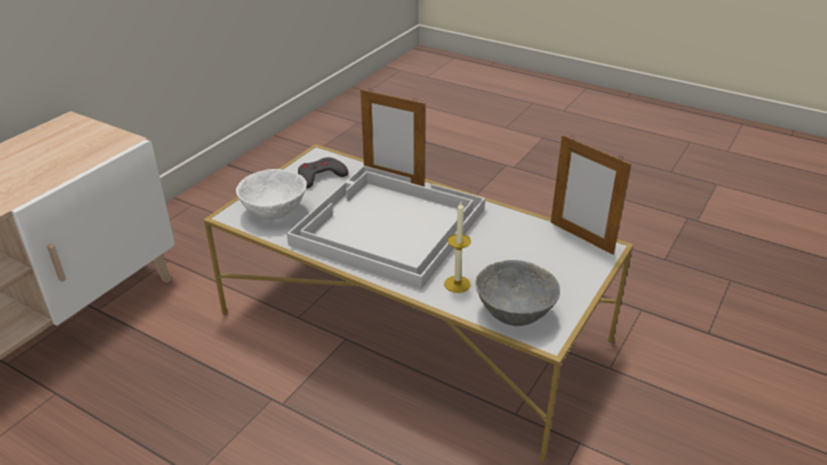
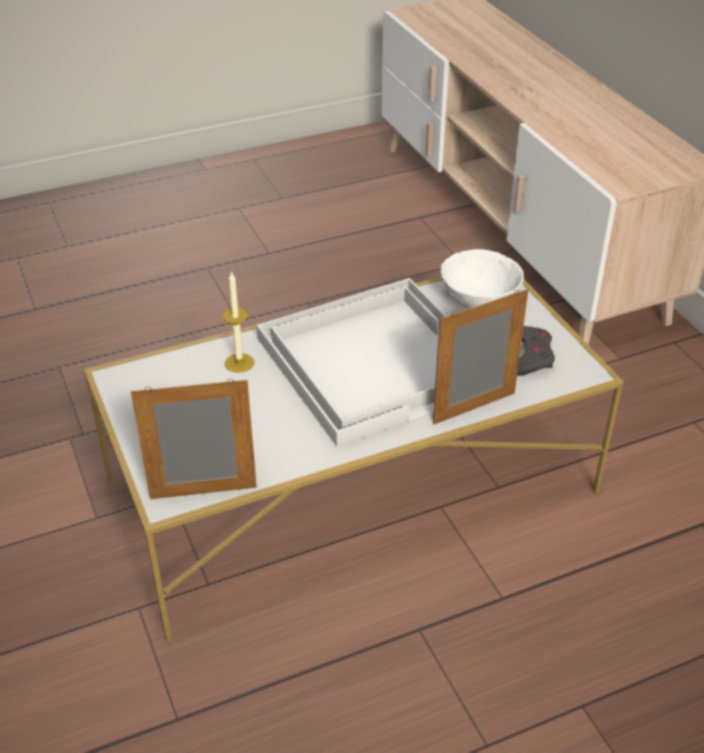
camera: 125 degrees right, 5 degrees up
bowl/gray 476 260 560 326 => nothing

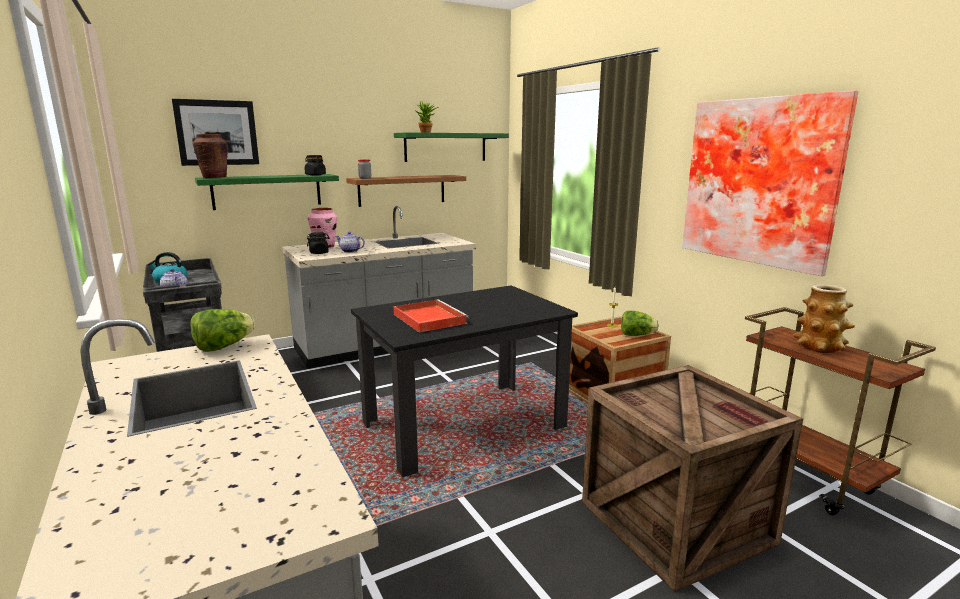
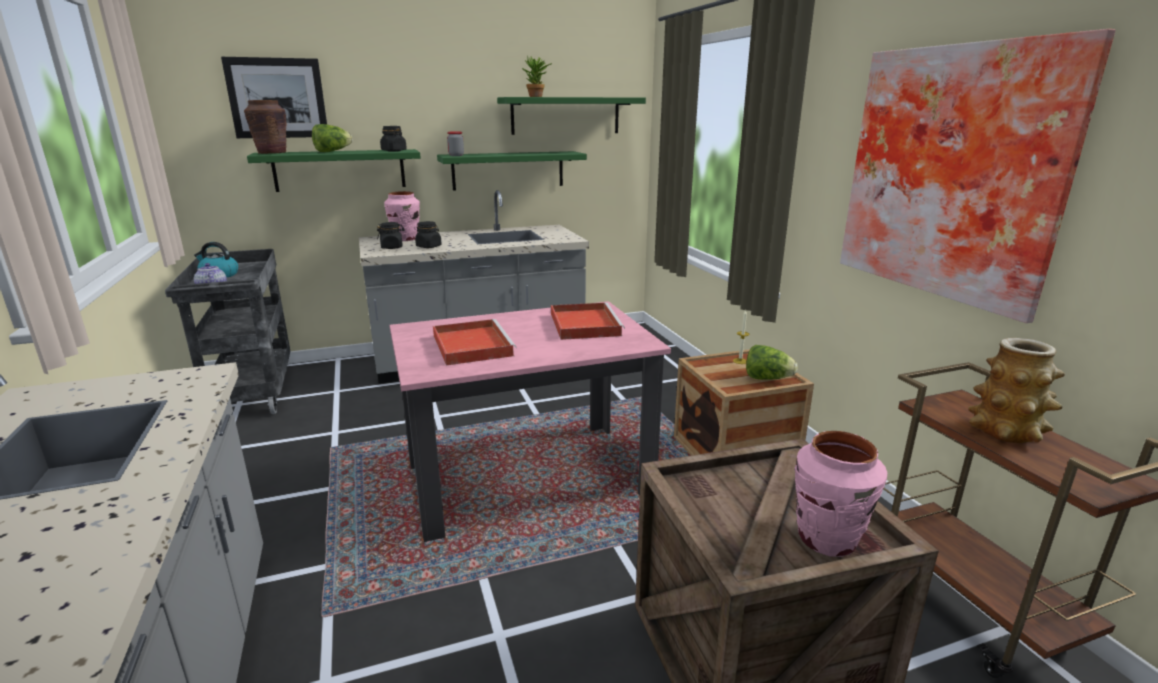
camera: 10 degrees right, 5 degrees up
lettuce 191 309 255 352 => lettuce 312 124 352 152, shifted
tea pot 335 232 365 253 => jar/black 415 221 442 248
wall shelf/brown-coloured 346 175 466 207 => wall shelf/greenish 437 151 587 191
dinner table/black 351 285 578 477 => dinner table/pink-coloured 389 301 671 542
nothing => serving tray/red 551 302 625 340
nothing => vase/pink-coloured 794 431 887 557

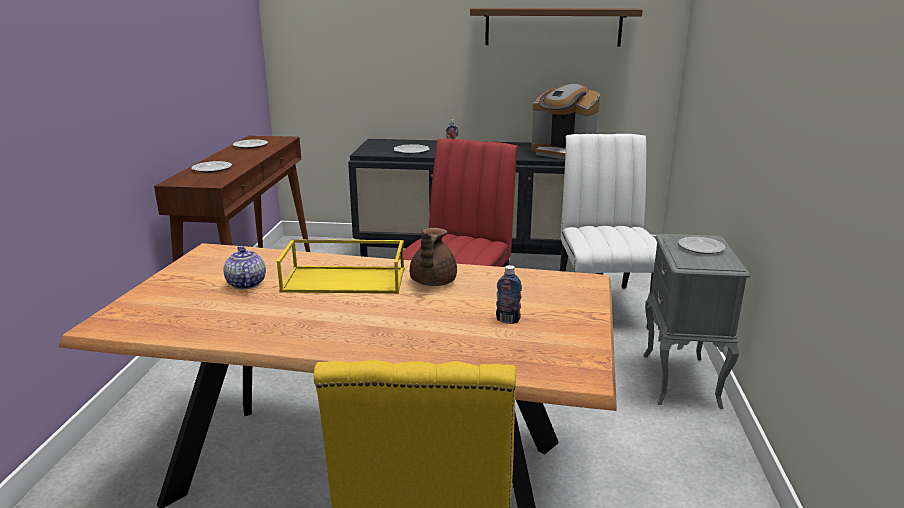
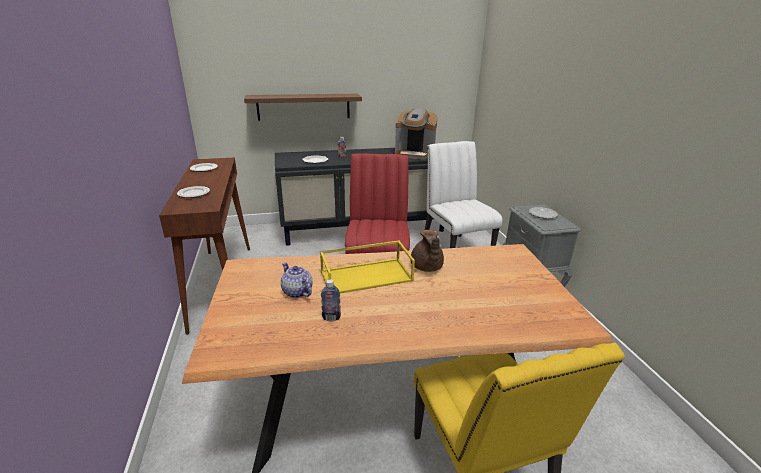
camera: 20 degrees left, 5 degrees up
wall shelf/brown-coloured 470 8 643 46 => wall shelf/brown-coloured 244 94 362 121, shifted
bottle 496 265 522 324 => bottle 321 279 341 321, shifted

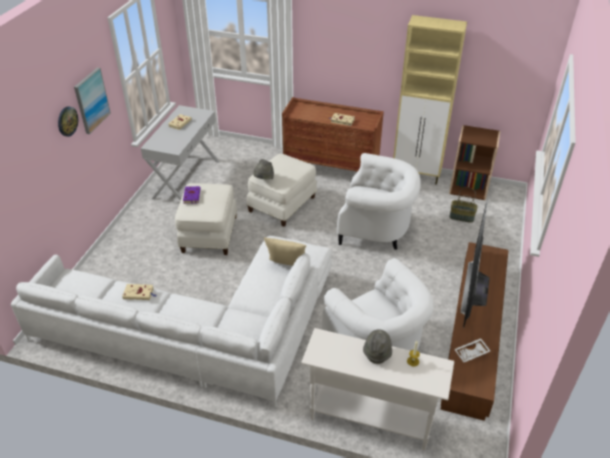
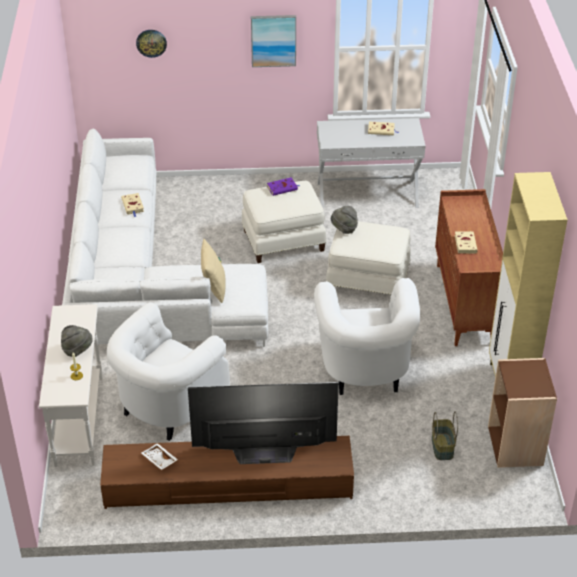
camera: 70 degrees right, 0 degrees up
hanging clock 58 106 78 137 => hanging clock 136 30 167 58, shifted

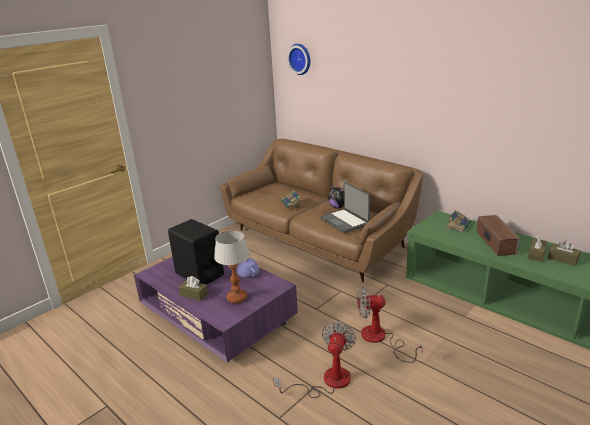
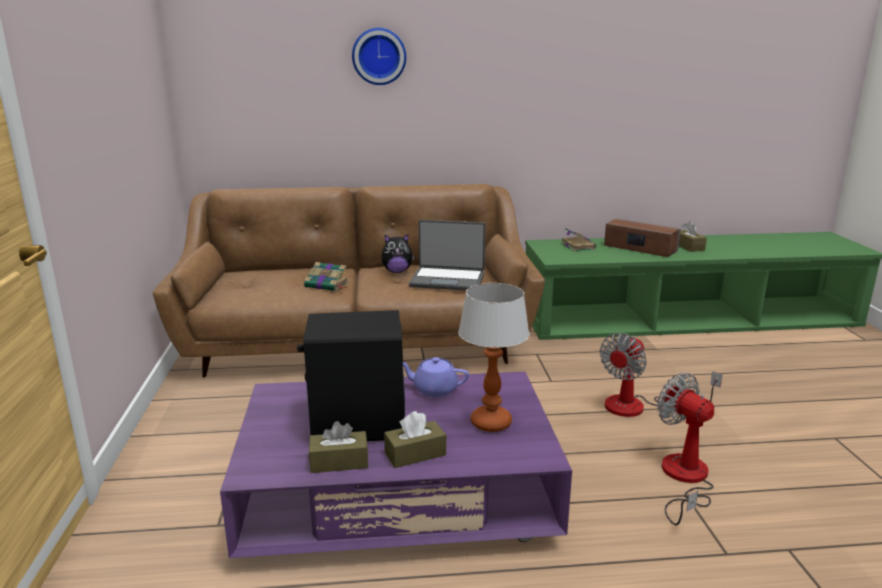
camera: 50 degrees left, 5 degrees down
hanging clock 287 44 310 75 => hanging clock 352 28 406 85, shifted
tissue holder/brown-coloured 548 240 581 266 => tissue holder/brown-coloured 309 421 368 473, shifted

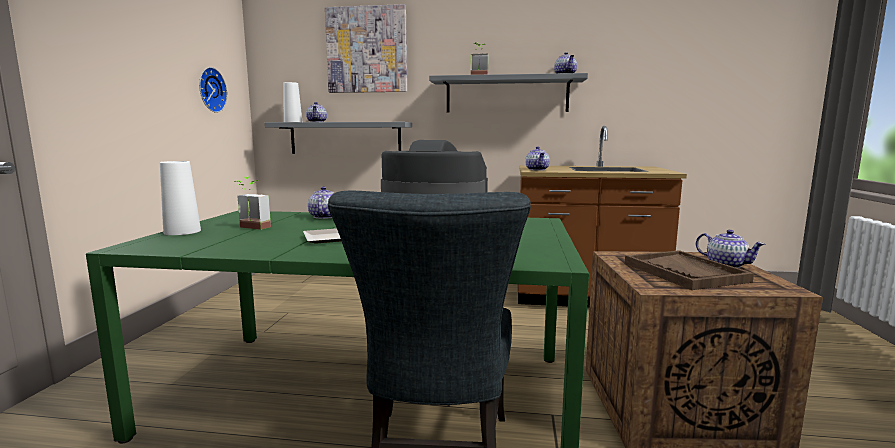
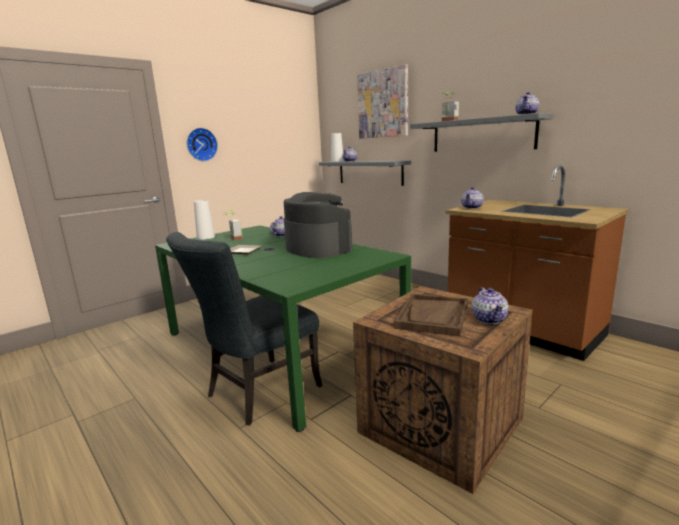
camera: 40 degrees right, 5 degrees up
hanging clock 199 67 227 113 => hanging clock 187 128 218 161, shifted

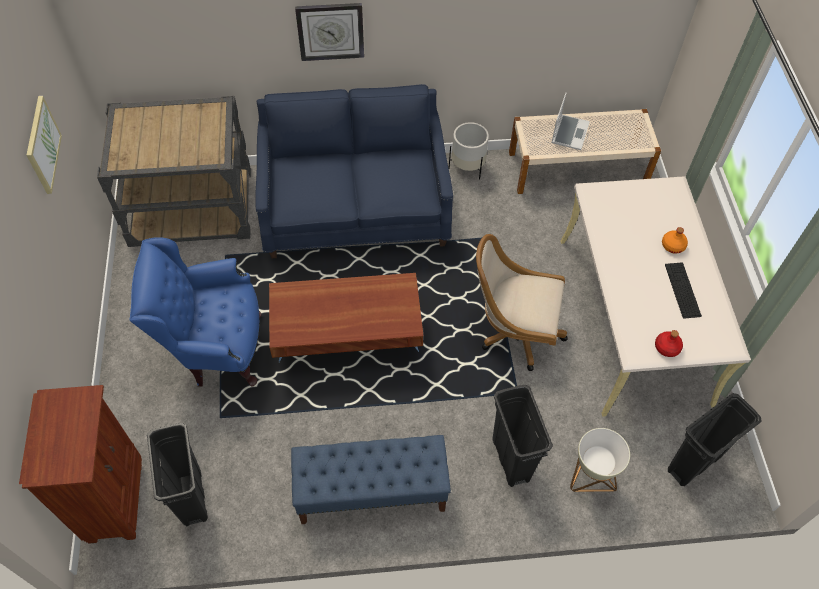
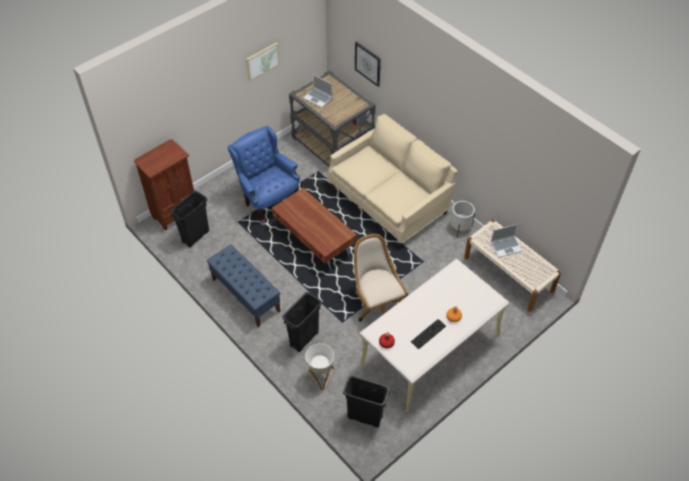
camera: 55 degrees right, 5 degrees down
settee/blue 255 84 453 258 => settee/beige-coloured 327 114 458 247
hanging clock 295 3 364 61 => hanging clock 355 41 381 87, shifted
nothing => laptop 303 75 333 108

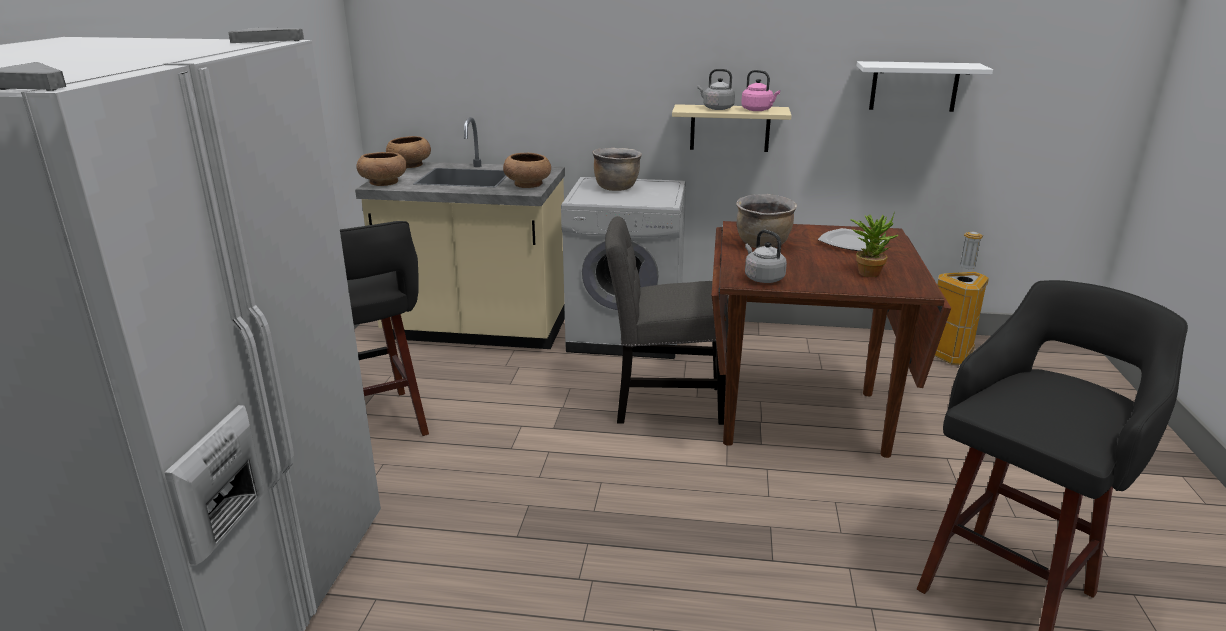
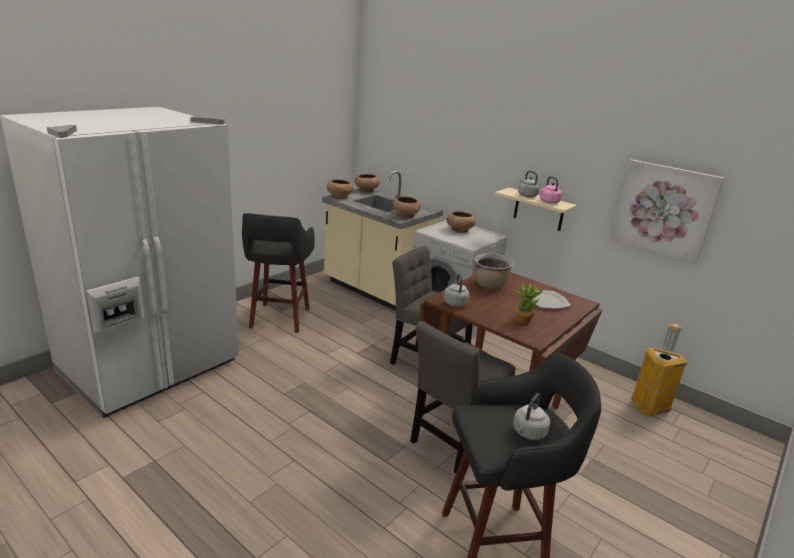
camera: 30 degrees right, 0 degrees up
cooking pot/brown-coloured 592 148 642 191 => bowl/brown-coloured 447 211 476 233
wall shelf/whitish 857 61 993 112 => wall art 610 159 724 264
nothing => upright chair/gray 410 321 515 473
nothing => water kettle/gray 513 393 550 440

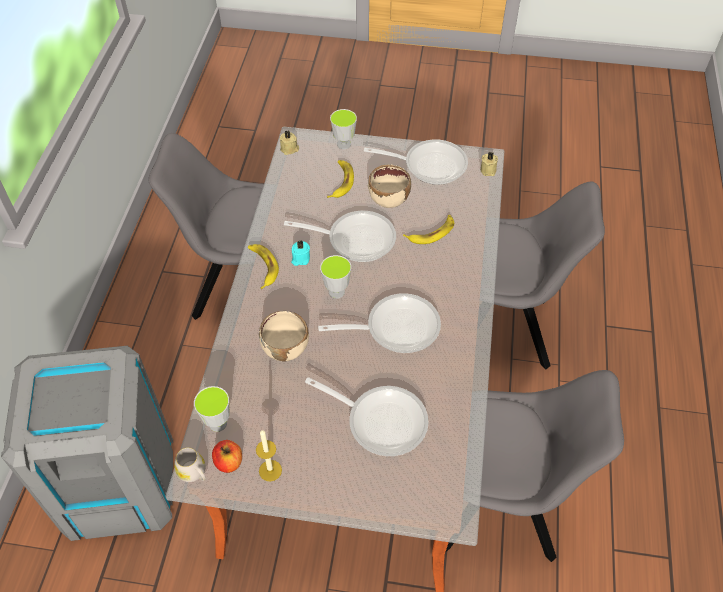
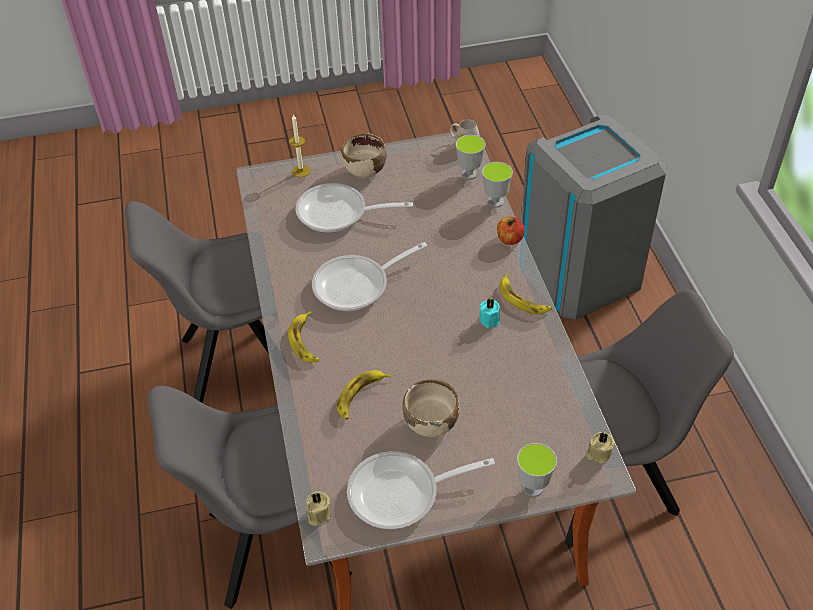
camera: 160 degrees right, 5 degrees down
apple fruit 212 440 242 473 => apple fruit 497 217 525 245, shifted
candle 256 430 282 481 => candle 289 114 311 177, shifted
bowl/beige-coloured 259 311 309 361 => bowl/beige-coloured 341 133 386 178, shifted
skillet 284 211 396 262 => nothing
drinking cup 320 255 351 299 => drinking cup 482 162 513 207, shifted
banana 327 160 354 198 => banana 288 311 319 362, shifted

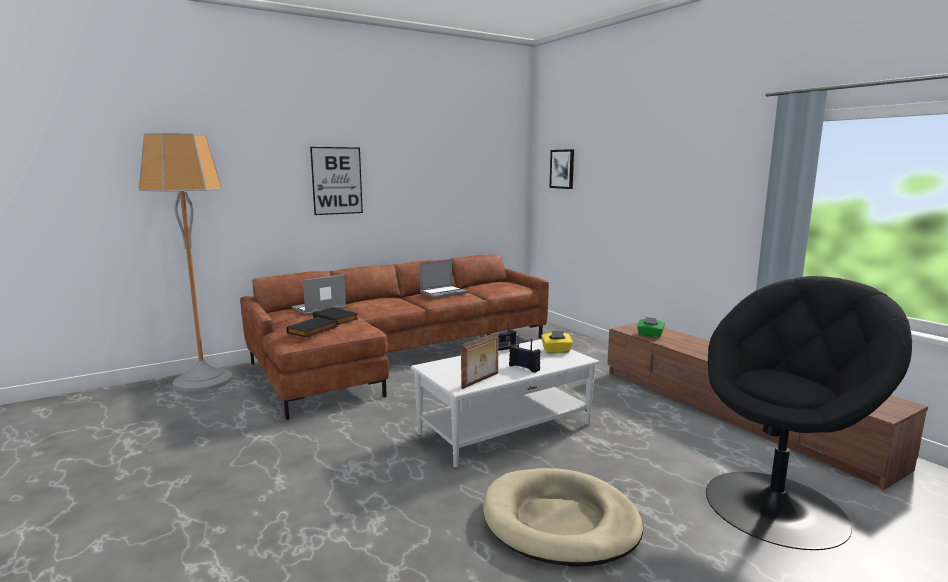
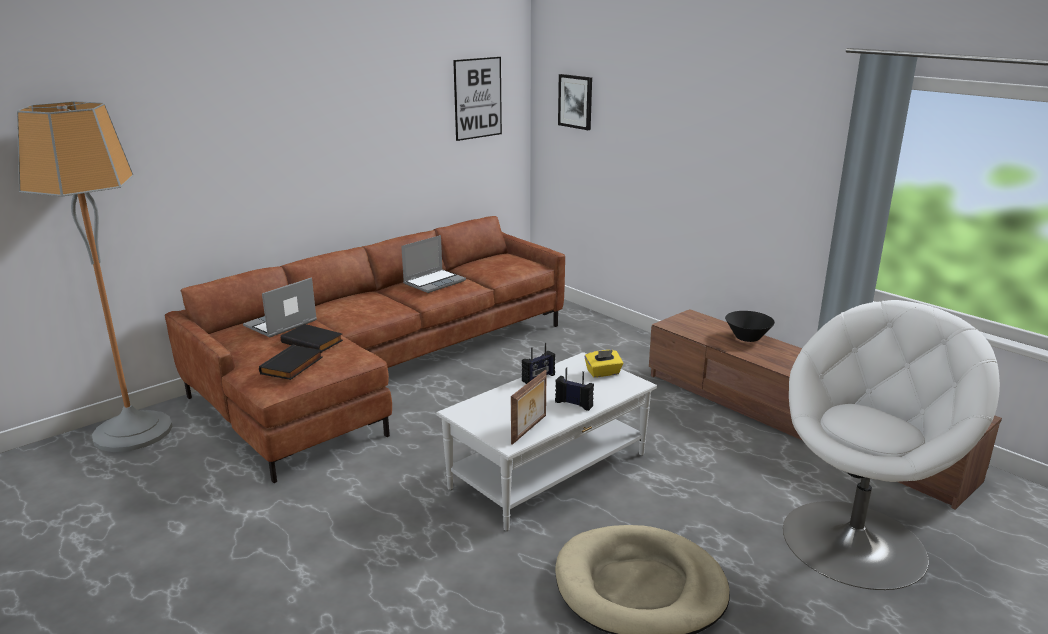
camera: 10 degrees left, 10 degrees up
wall art 310 147 363 215 => wall art 453 57 502 141, shifted
tissue holder/greenish 637 317 665 338 => nothing
lounge chair/black 706 276 912 550 => lounge chair/whitish 783 300 1000 590
nothing => bowl/black 725 311 775 342

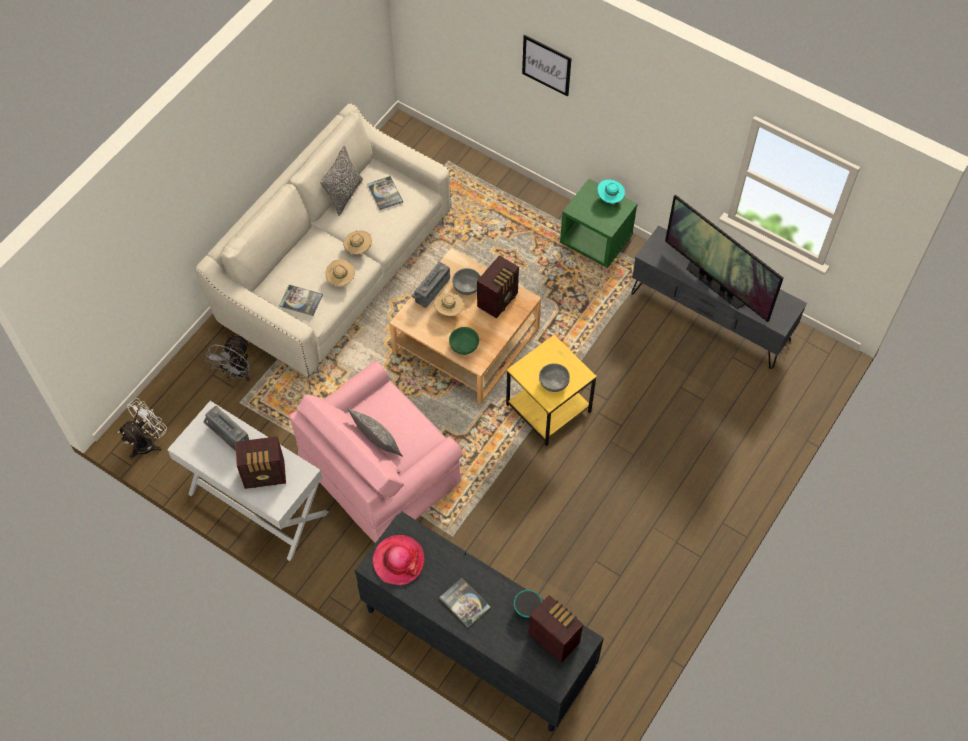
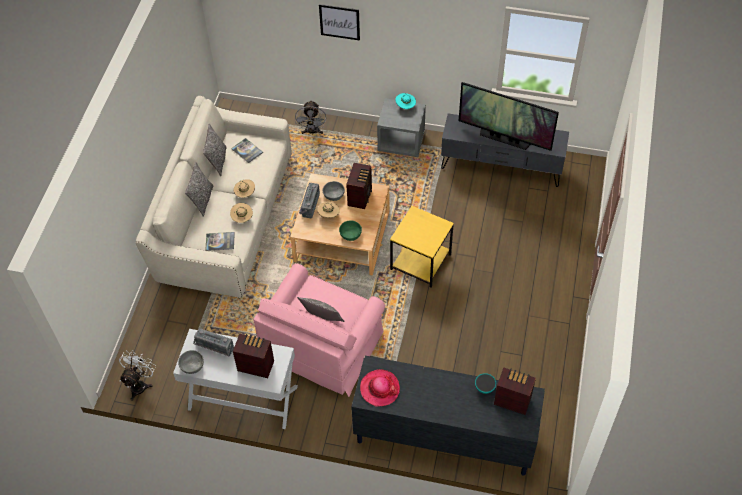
camera: 20 degrees left, 5 degrees down
electric fan/gray 205 334 250 382 => electric fan/gray 295 100 326 134, shifted
radio receiver 235 436 286 489 => radio receiver 233 334 274 378, 135 degrees counterclockwise
volume 439 578 490 628 => nothing
bowl/gray 539 363 570 392 => bowl/gray 178 350 204 374, shifted
bedside table/greenish 560 179 638 268 => bedside table/gray 377 98 426 157
nothing => throw pillow 185 162 213 217

